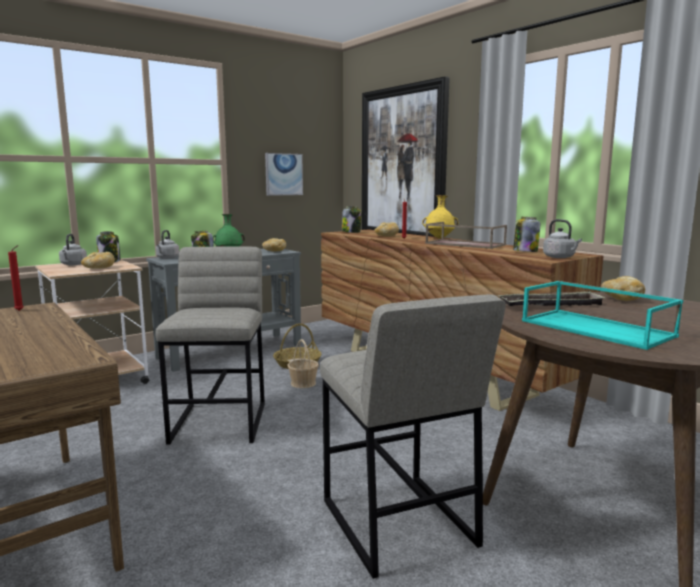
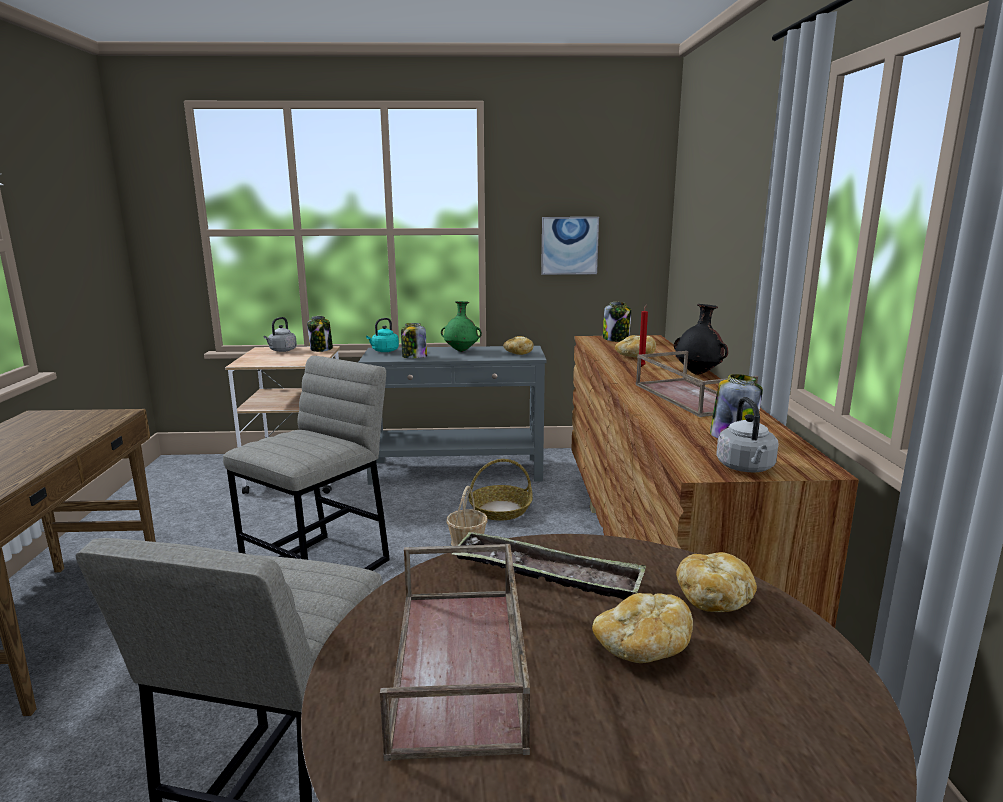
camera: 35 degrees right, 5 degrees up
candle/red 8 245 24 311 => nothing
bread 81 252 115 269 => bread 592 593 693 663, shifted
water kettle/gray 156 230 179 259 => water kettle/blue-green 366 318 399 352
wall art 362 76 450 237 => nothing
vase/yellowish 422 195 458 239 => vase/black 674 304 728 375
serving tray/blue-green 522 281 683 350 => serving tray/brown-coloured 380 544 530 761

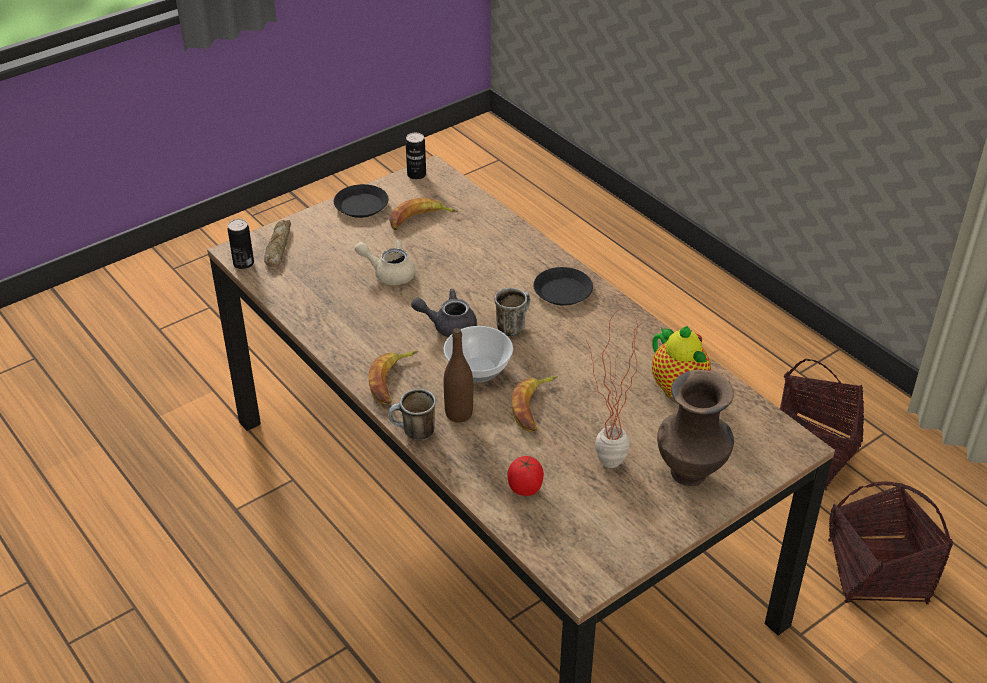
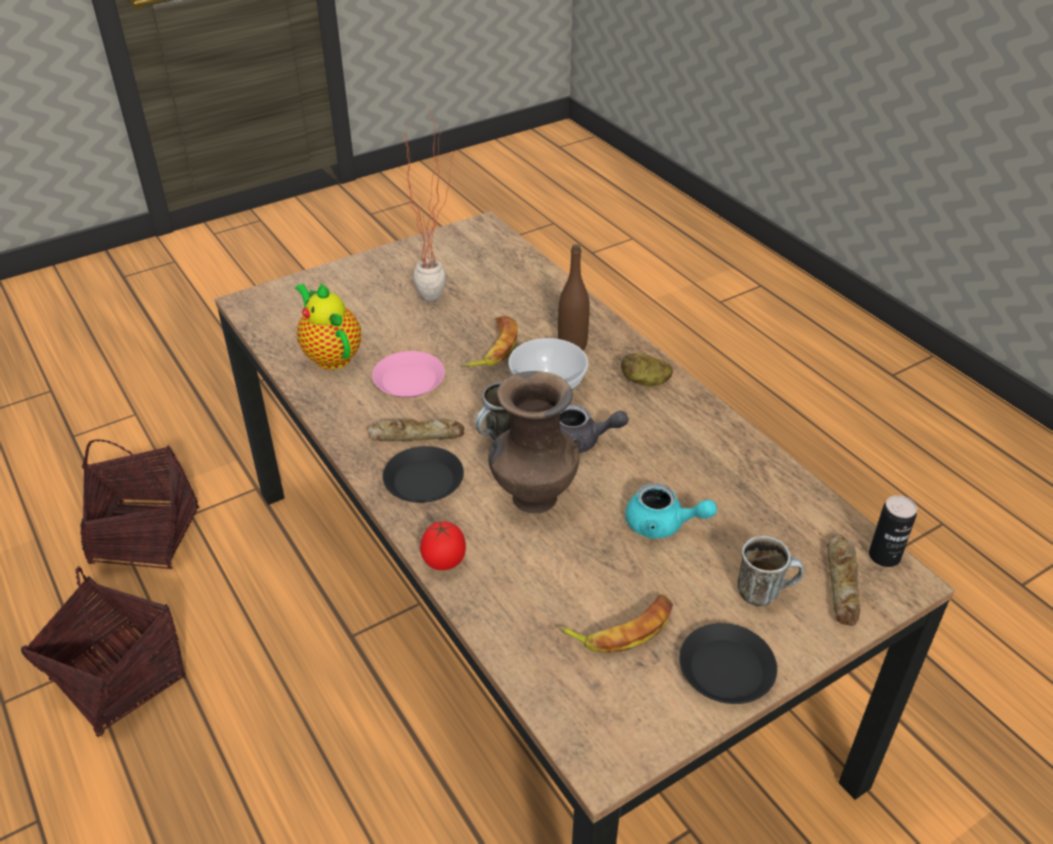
camera: 175 degrees left, 0 degrees up
tea pot/beige-coloured 355 239 416 285 => tea pot/blue-green 625 483 717 539
banana 368 351 418 404 => spud 621 353 673 386
tea mug 389 389 436 441 => tea mug 738 536 804 607, shifted
metal can 406 133 426 180 => nothing
fresh tomato 508 456 544 496 => fresh tomato 420 520 466 570, shifted
vase/brown-coloured 657 370 734 486 => vase/brown-coloured 488 371 579 514, shifted
nothing => bread 367 418 464 441
nothing => flat dish/pink-coloured 372 351 445 398

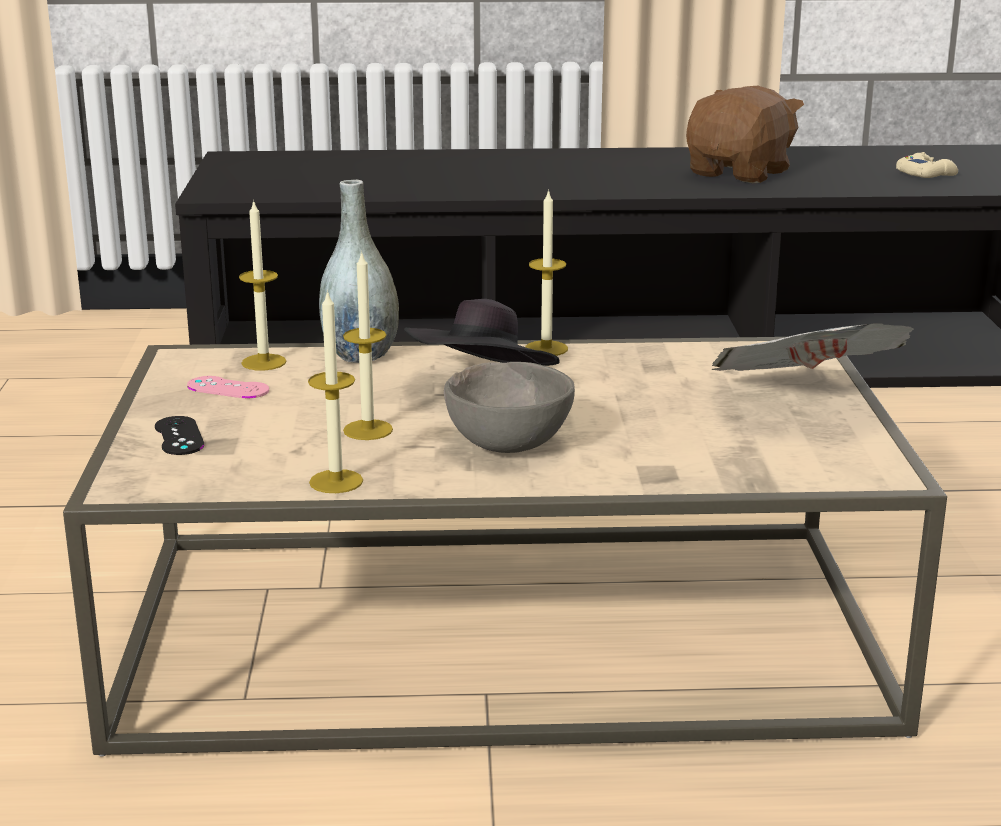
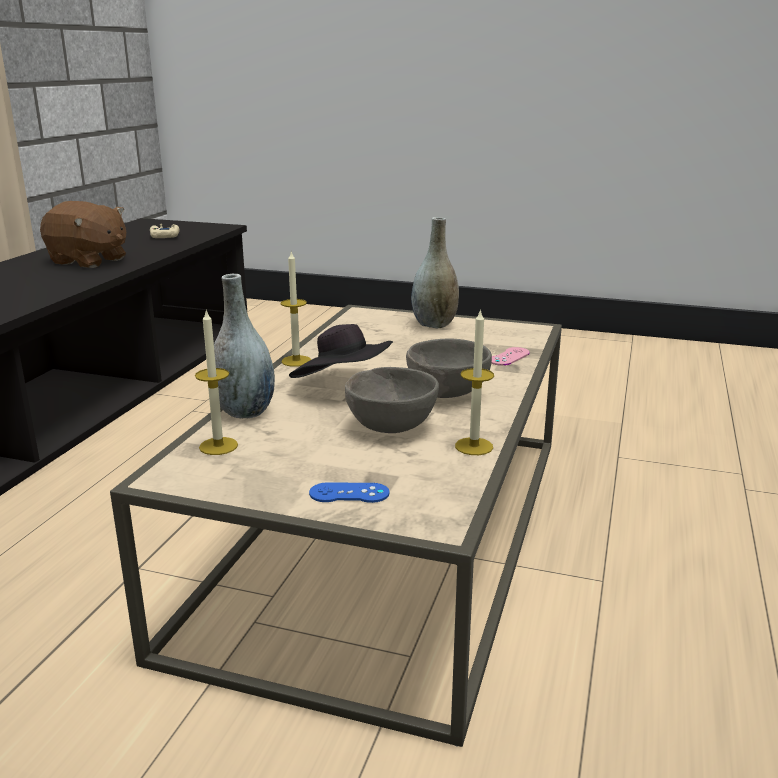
camera: 70 degrees left, 0 degrees up
gamepad/black 155 416 204 455 => gamepad/blue 309 482 390 503
gamepad/pink-coloured 187 376 269 399 => gamepad/pink-coloured 491 347 530 366, shifted
candle 343 251 393 440 => bowl/gray 345 367 439 433
plush toy/brown-coloured 686 86 804 183 => plush toy/brown-coloured 40 201 126 268, 150 degrees clockwise
newspaper 712 323 914 371 => vase/gray 411 217 459 328

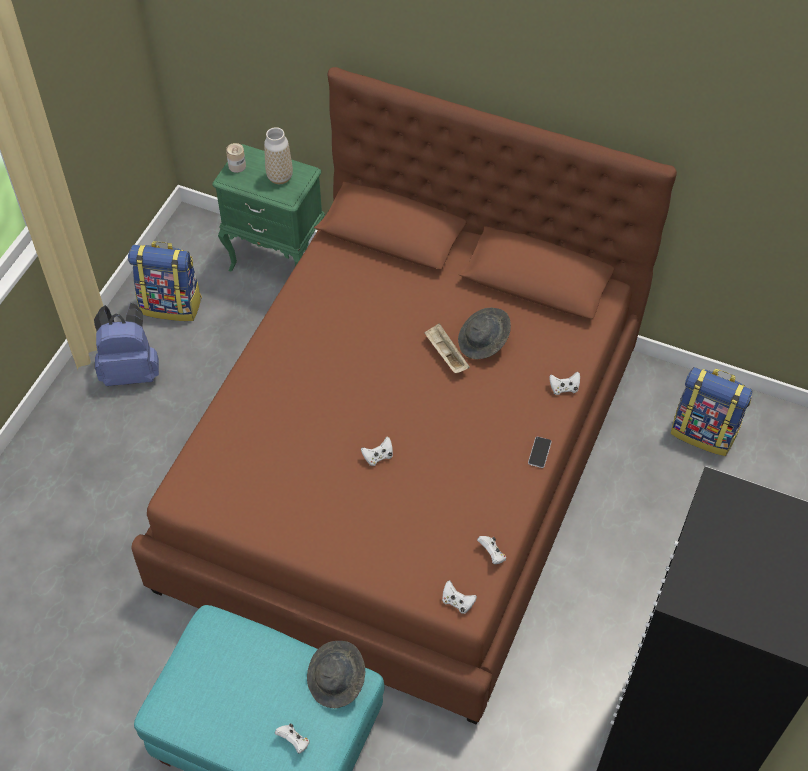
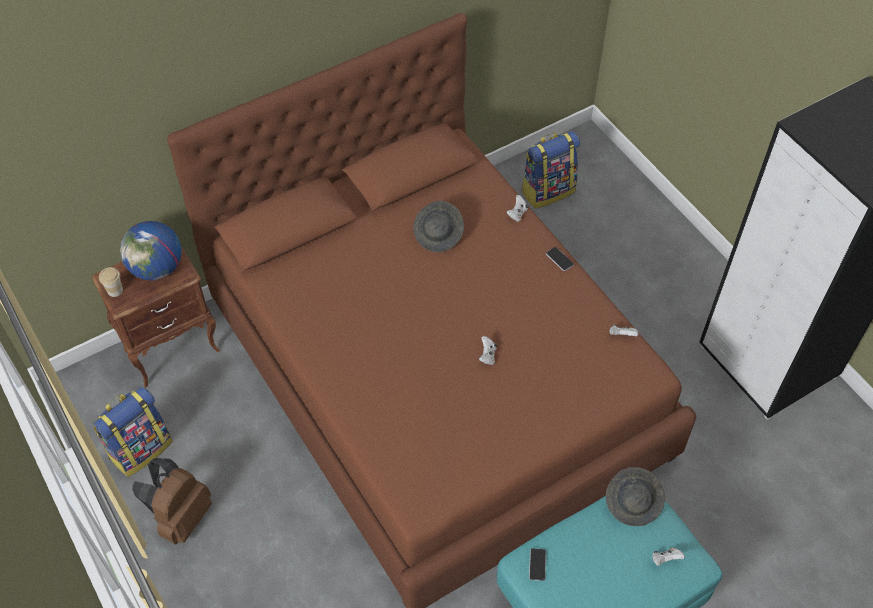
camera: 55 degrees left, 0 degrees up
knapsack/blue 94 303 159 386 => knapsack/brown-coloured 132 458 212 544
bedside table/greenish 213 144 325 272 => bedside table/brown-coloured 92 247 220 388
metal can 226 143 246 173 => drinking cup 99 267 123 297
vase 264 127 293 184 => world globe 120 221 182 281
serving tray/beige-coloured 424 323 470 373 => nothing
gamepad/whitish 442 580 477 614 => nothing
nothing => telephone 529 548 546 581

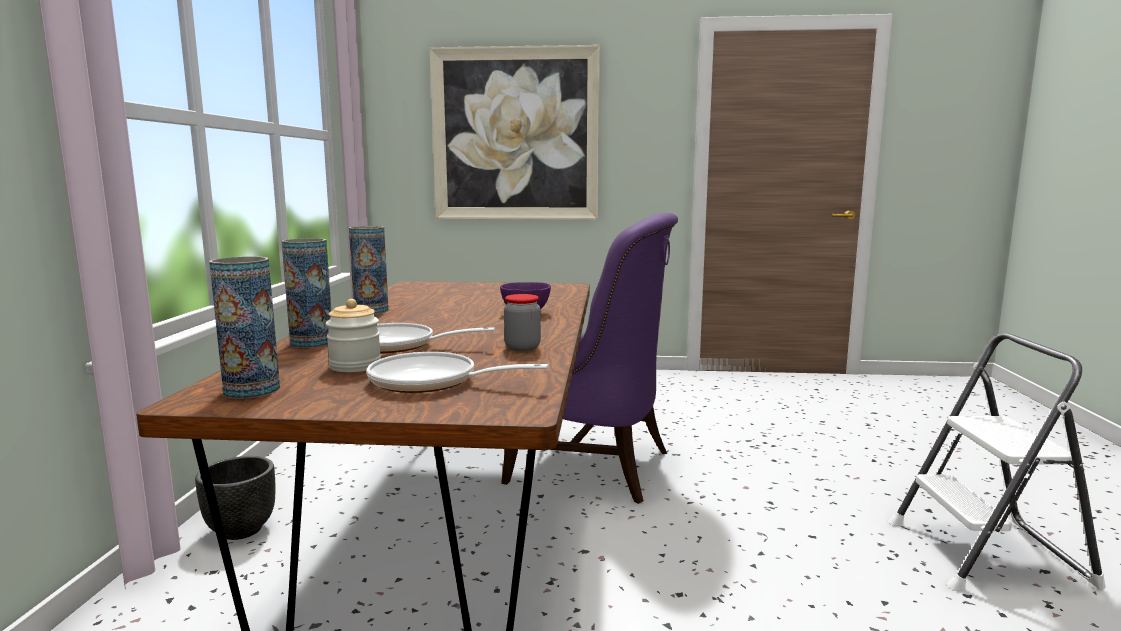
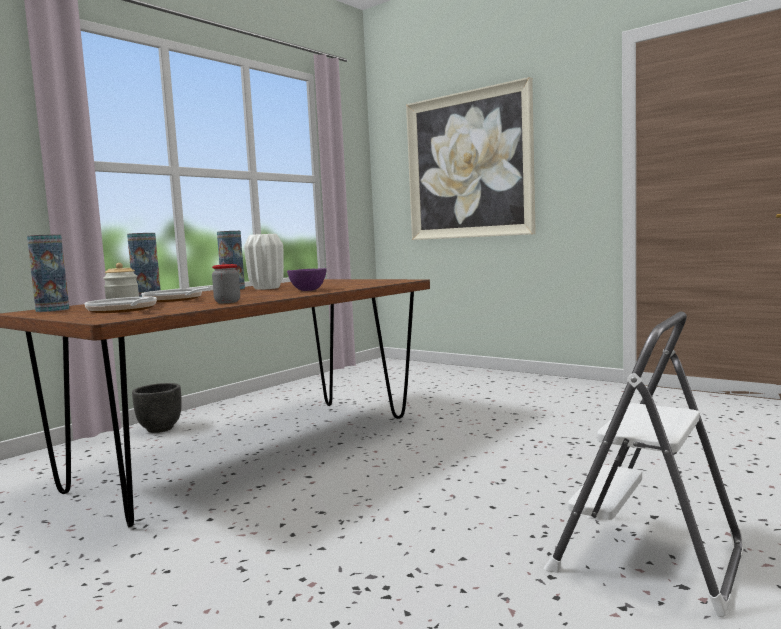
camera: 35 degrees right, 5 degrees down
upright chair/purple 501 213 678 504 => nothing
nothing => vase/whitish 244 234 284 290

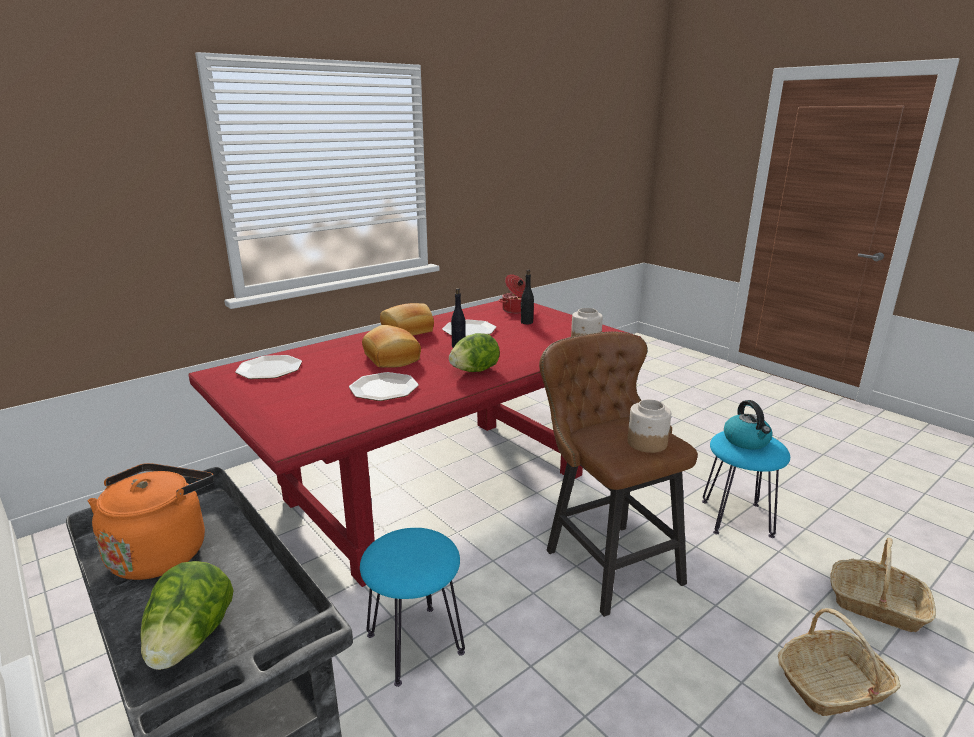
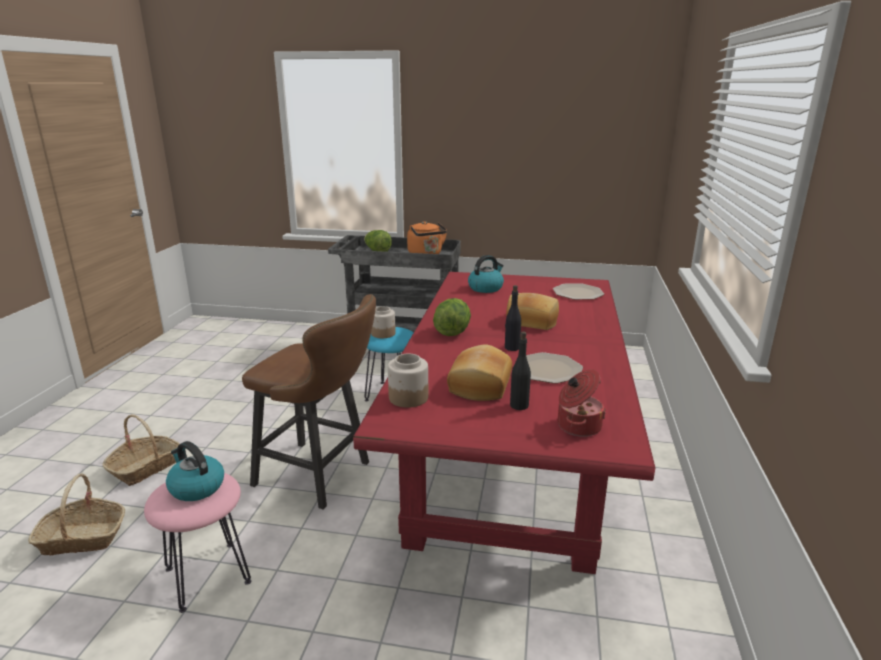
camera: 140 degrees right, 0 degrees up
flat dish 349 372 419 401 => nothing
bread 380 303 434 335 => bread 447 344 512 401, shifted
jar 627 399 671 453 => jar 371 306 396 338, shifted
stool seat/blue-green 702 431 790 538 => stool seat/pink-coloured 144 473 252 613
nothing => water kettle 468 255 504 293

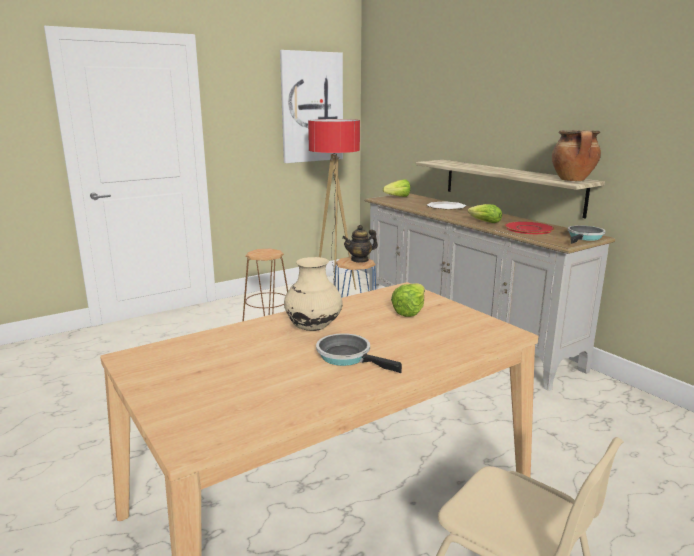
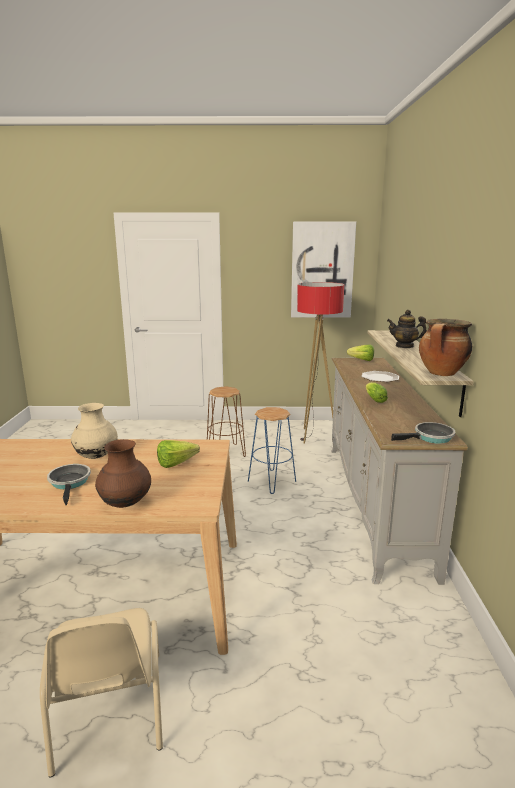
camera: 35 degrees right, 0 degrees up
tea pot 342 225 378 263 => tea pot 387 310 427 348, shifted
flat dish/red 504 221 555 234 => nothing
nothing => vase/brown-coloured 95 439 151 508

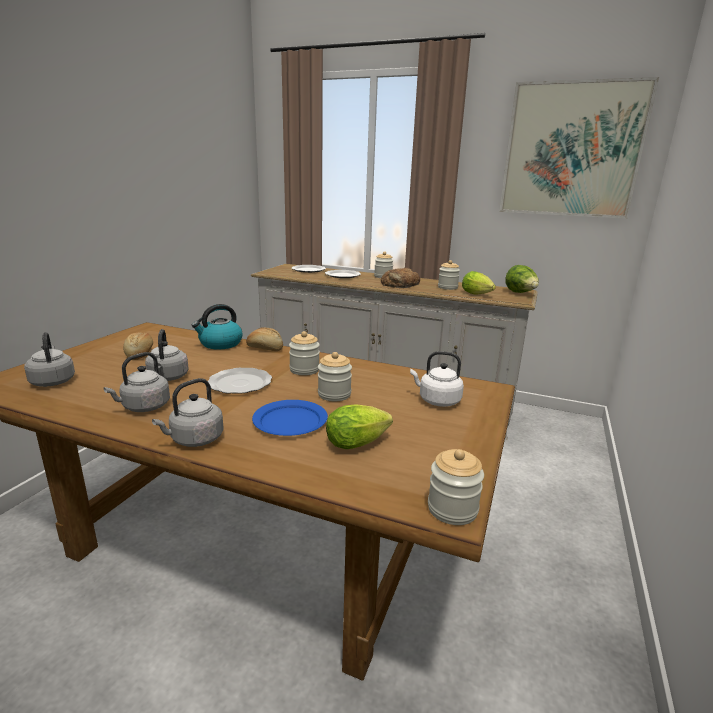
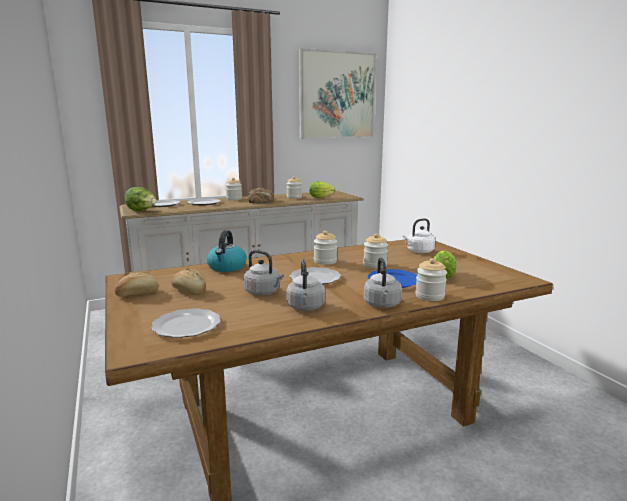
camera: 45 degrees left, 5 degrees down
water kettle/gray 24 332 75 387 => flat dish 151 308 221 338
bread 246 327 283 351 => bread 115 271 159 296, shifted
jar 428 449 484 525 => jar 415 258 447 301, shifted
lettuce 505 265 539 293 => lettuce 125 187 157 211, shifted

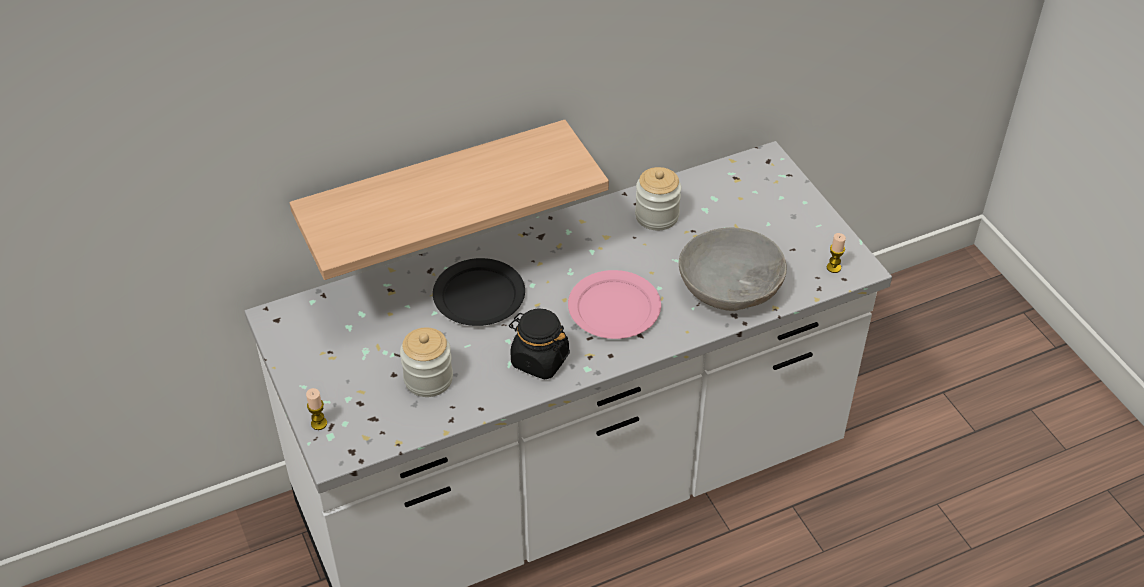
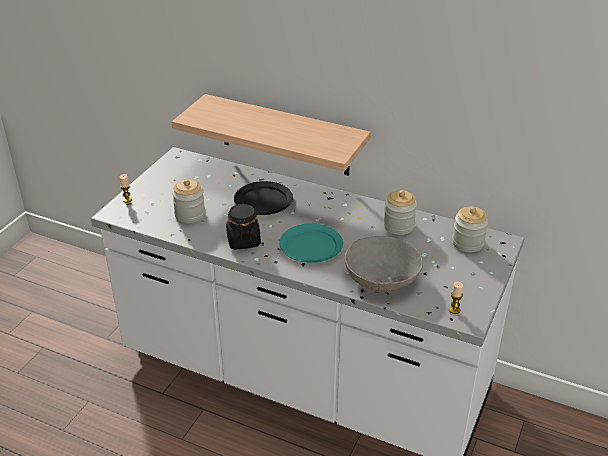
camera: 50 degrees right, 10 degrees down
flat dish/pink-coloured 568 270 661 339 => flat dish/blue-green 279 223 343 263
nothing => jar 452 206 488 252

